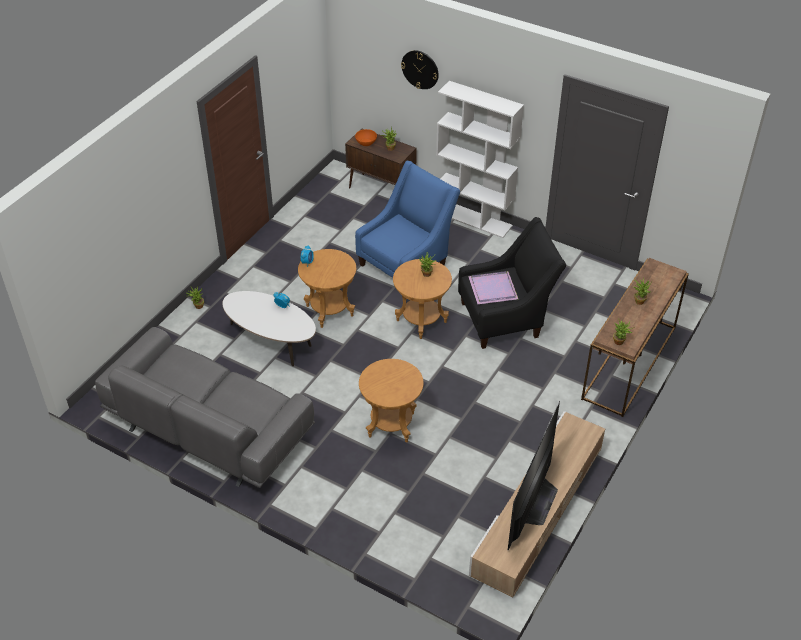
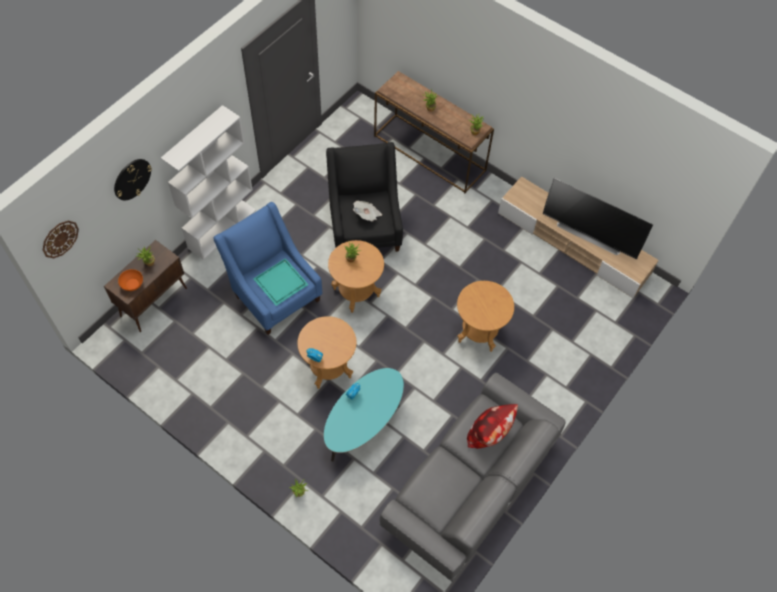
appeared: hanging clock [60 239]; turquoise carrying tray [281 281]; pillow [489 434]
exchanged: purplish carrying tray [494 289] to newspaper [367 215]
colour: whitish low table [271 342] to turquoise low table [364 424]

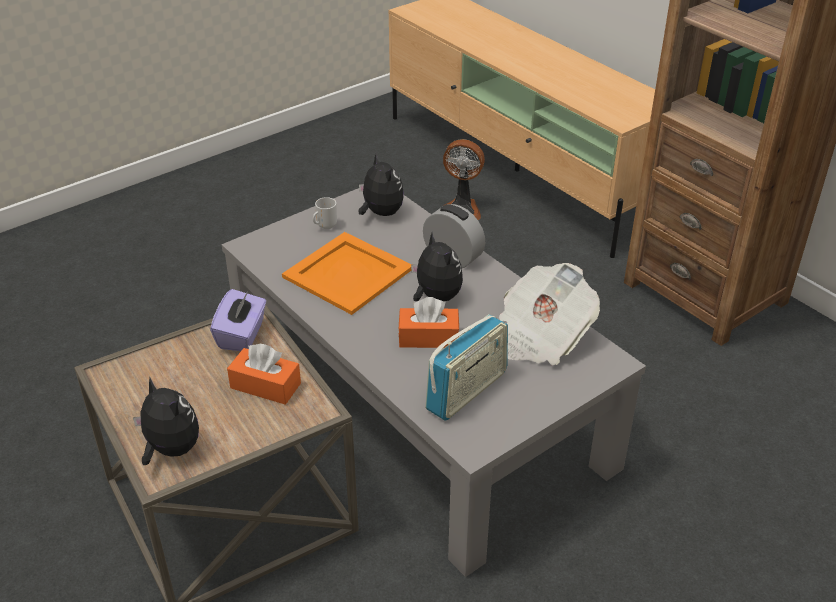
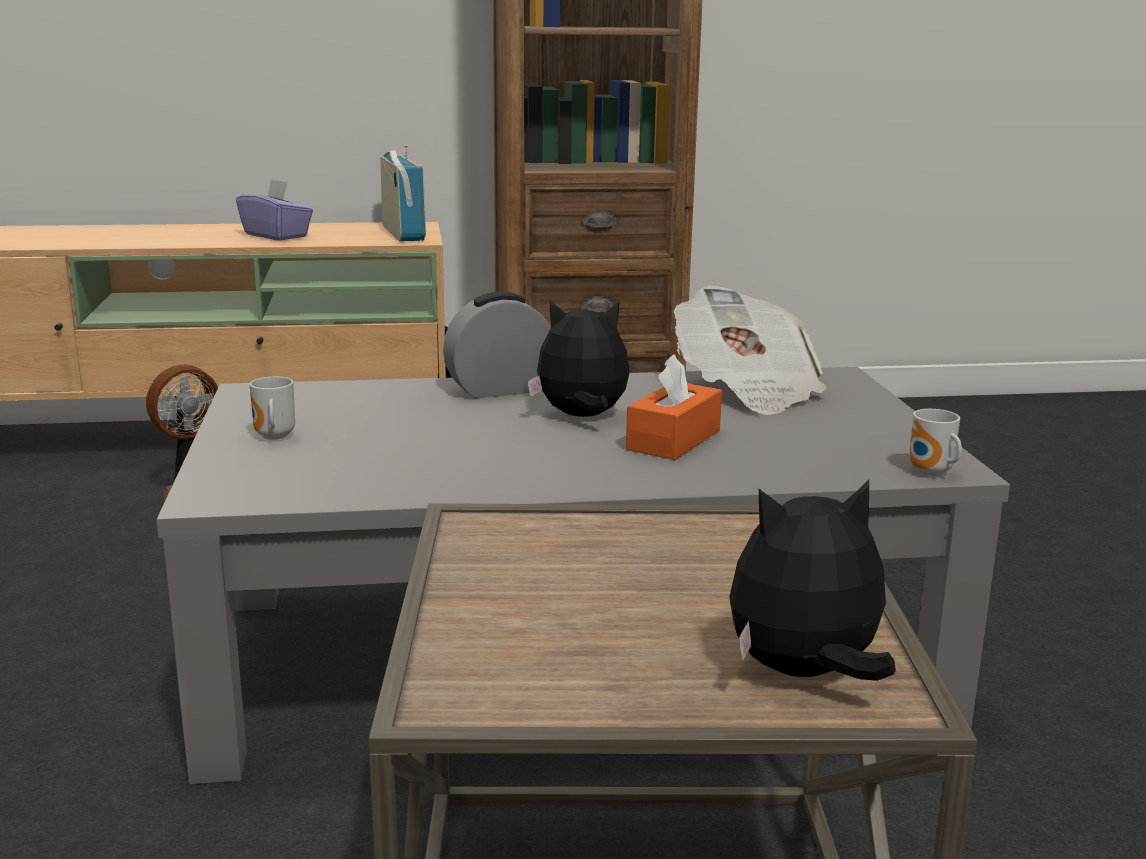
missing: orangey tissue holder [265 386]; orangey carrying tray [348 272]; cuddly toy [380 213]
appeared: coffee mug [931 473]
relocated: purplish tissue holder [242 335] to [276 235]; radio receiver [467 391] to [403 233]

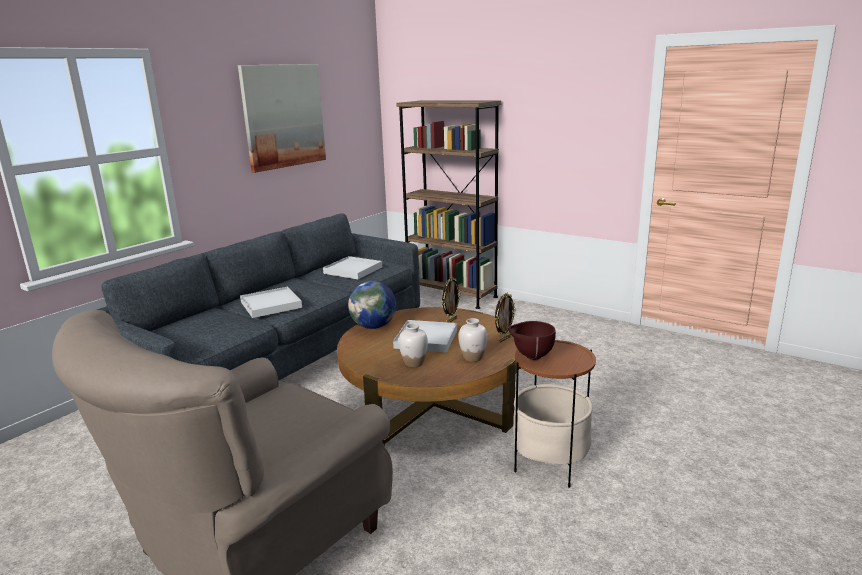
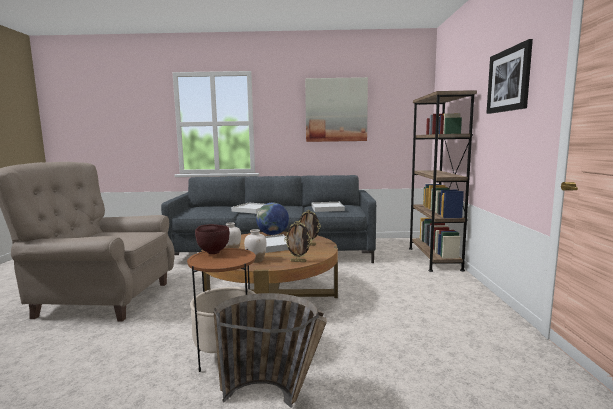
appeared: basket [275 398]; wall picture [509 80]

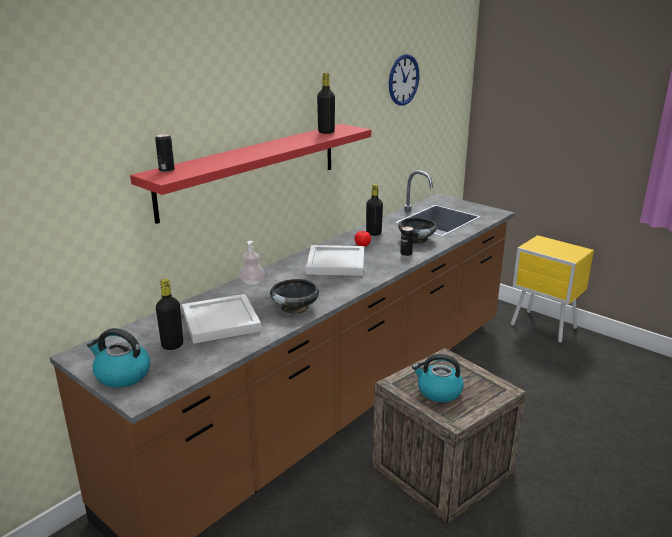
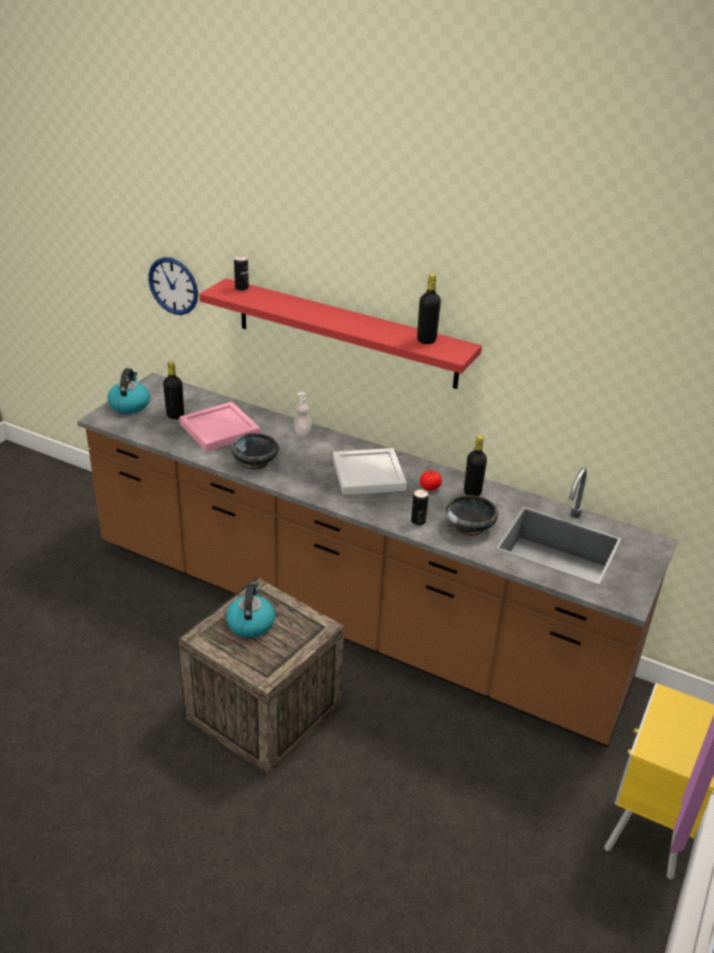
relocated: hanging clock [403 80] to [173 286]
colour: whitish carrying tray [220 322] to pink-coloured carrying tray [218 429]

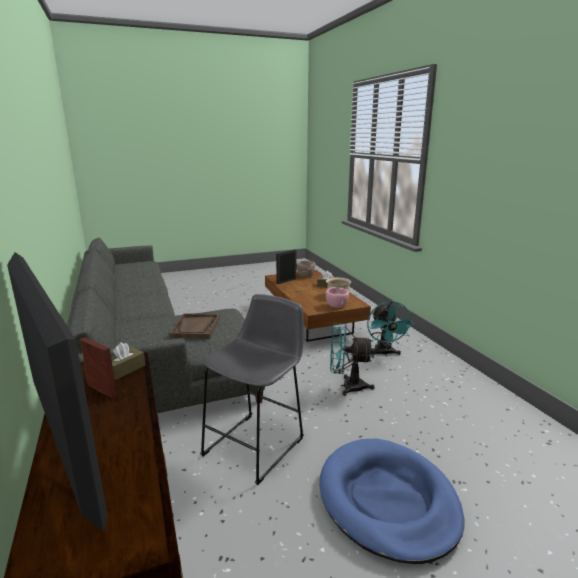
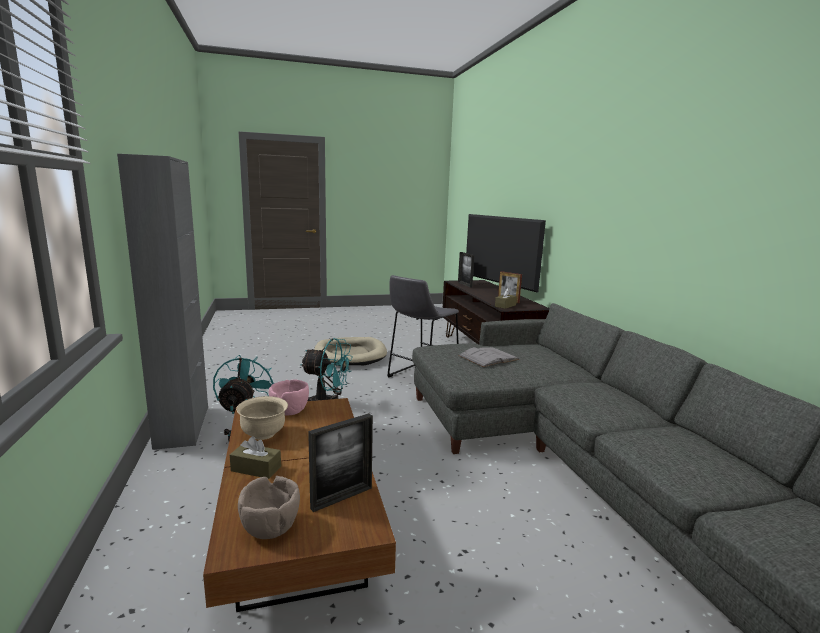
appeared: gray storage cabinet [182 426]; photo frame [464 285]
exchanged: brownish carrying tray [196 327] to gray volume [488 357]
colour: blue-coloured pet bed [387 501] to beige-coloured pet bed [350 355]

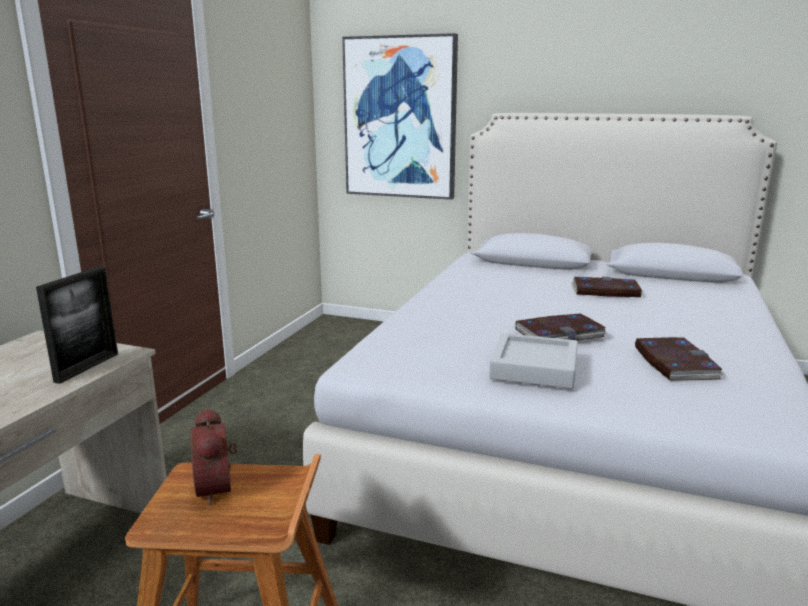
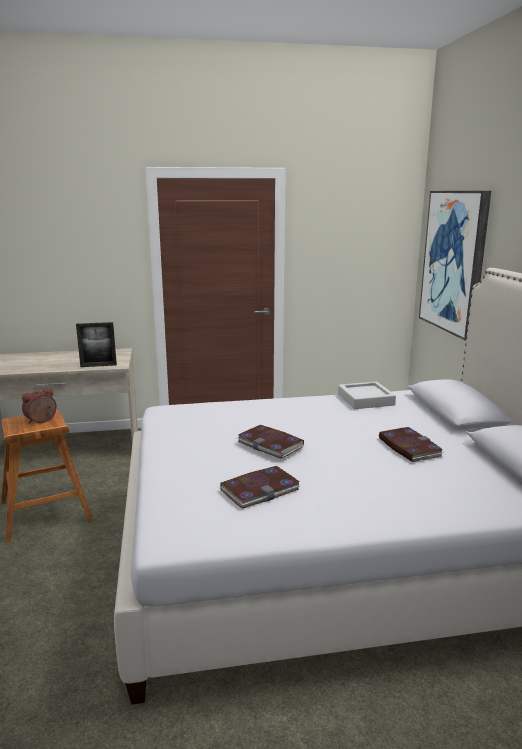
relocated: gray carrying tray [534 368] to [365 399]

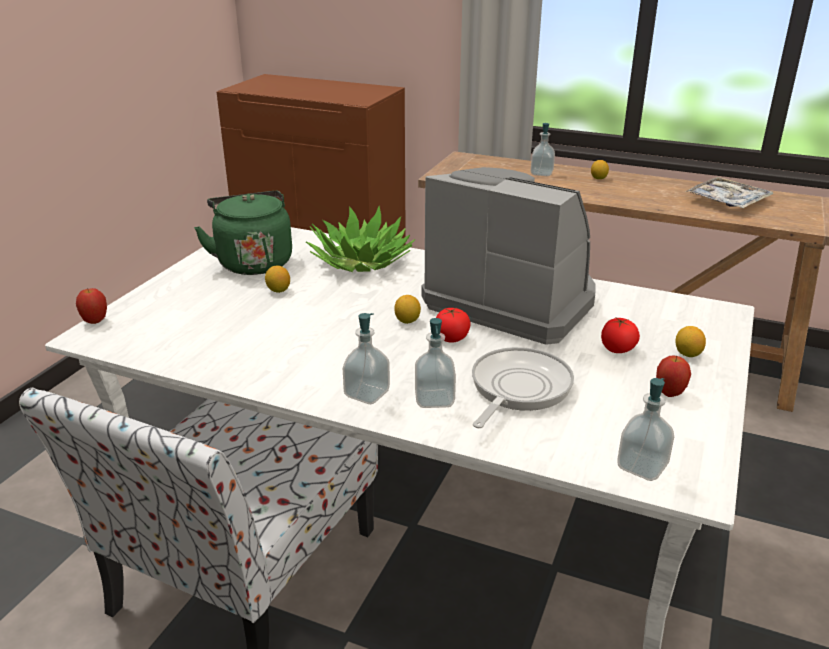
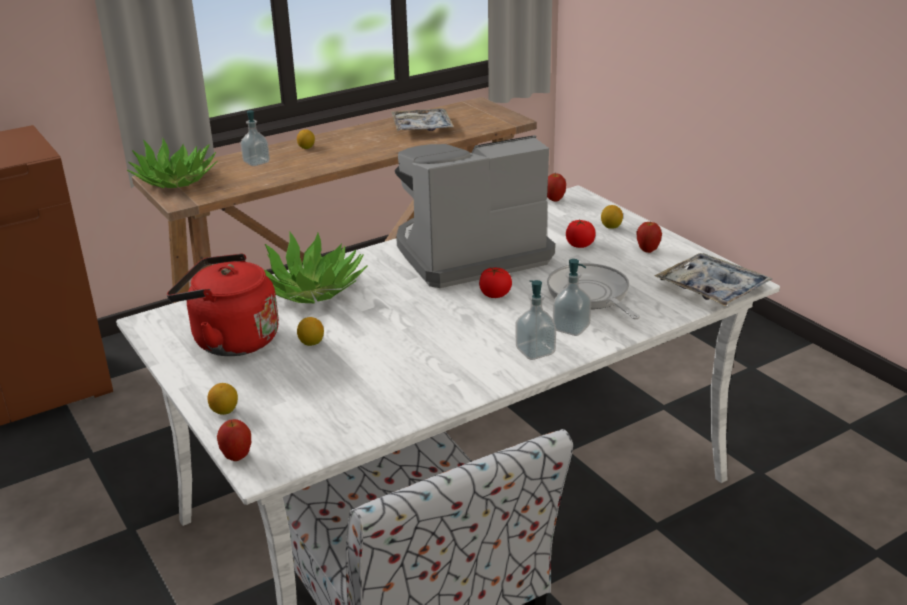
appeared: potted plant [175 180]; apple [554 200]
relocated: lemon [407 321] to [225 411]
exchanged: soap dispenser [642 466] to carrying tray [712 288]
colour: green kettle [253 262] to red kettle [230 340]

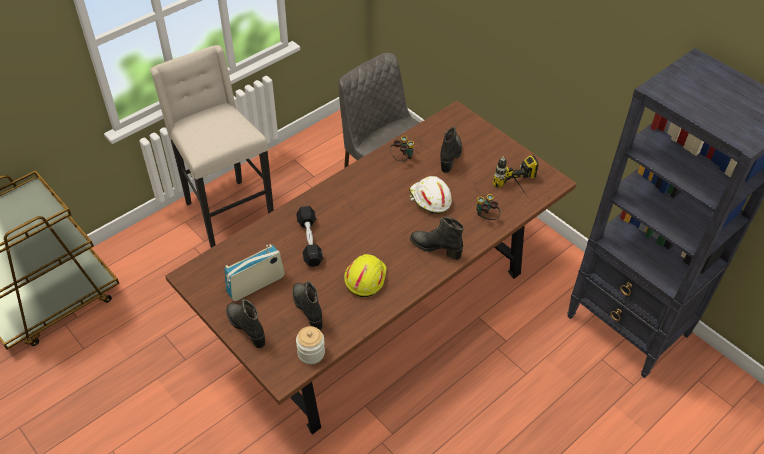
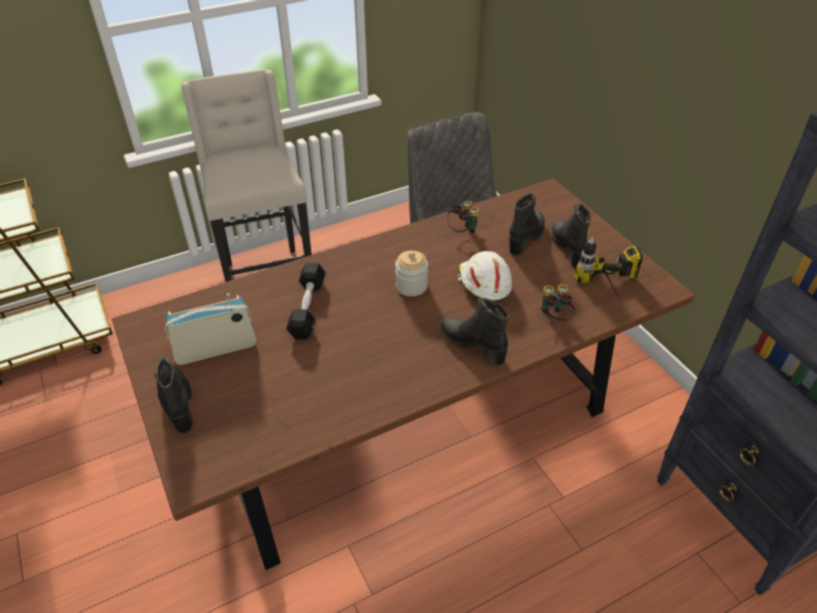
missing: yellowish safety helmet [365 278]
relocated: black tall boot [308 309] to [568 248]; jar [311 353] to [411 286]

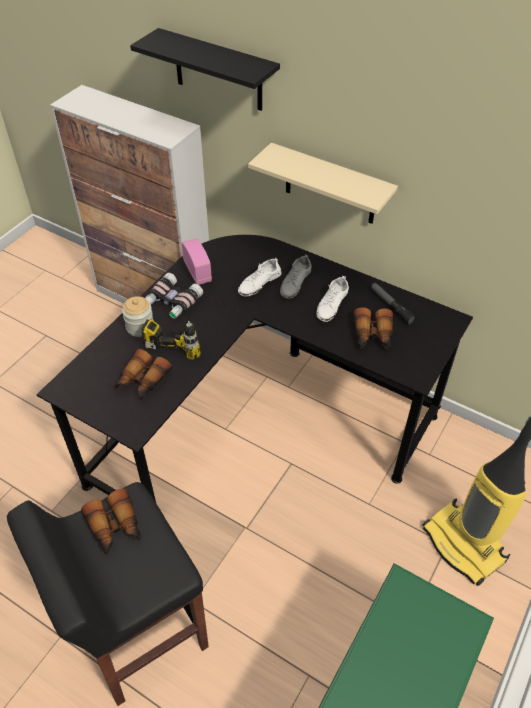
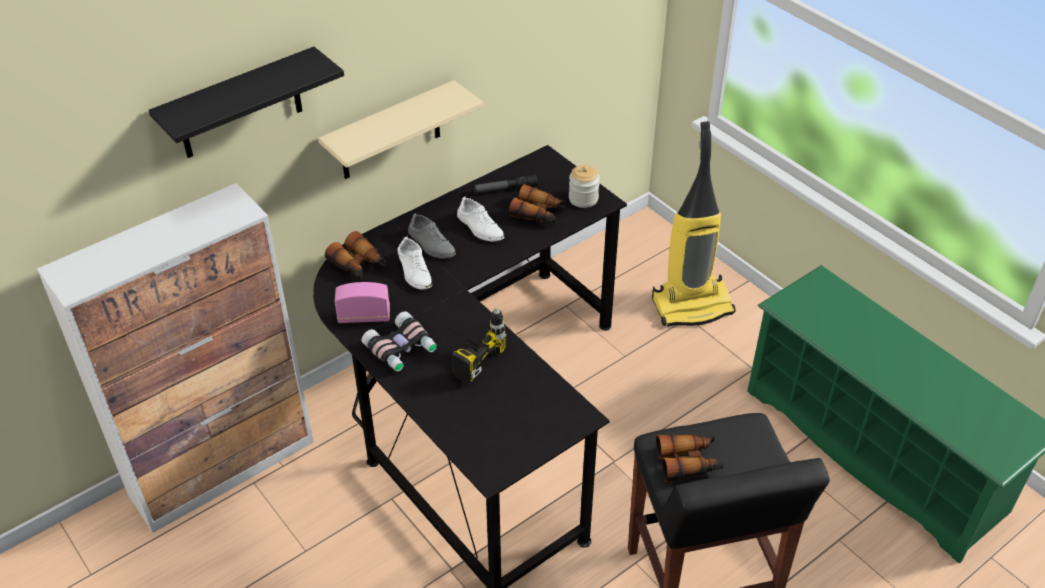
relocated: binoculars [142 382] to [358 265]; jar [140 327] to [583 199]

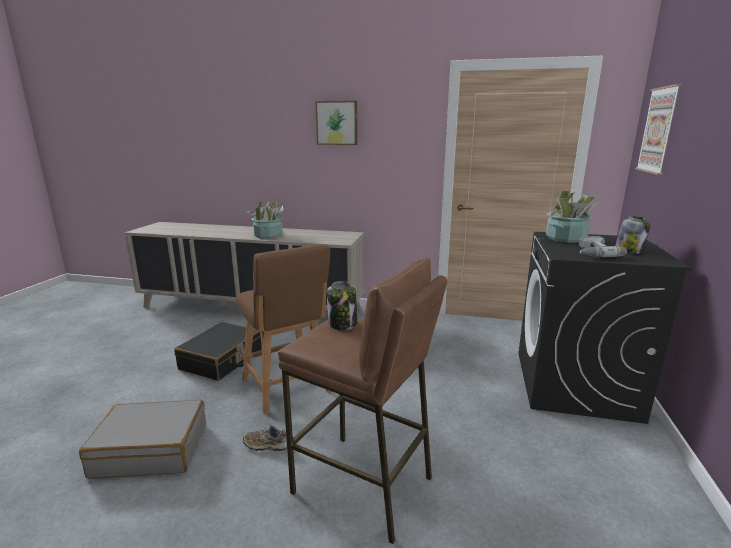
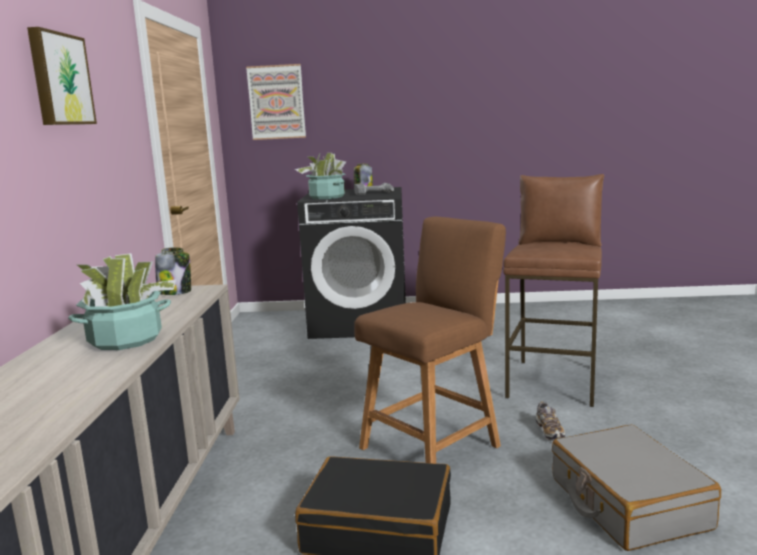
relocated: jar [343 324] to [175 292]

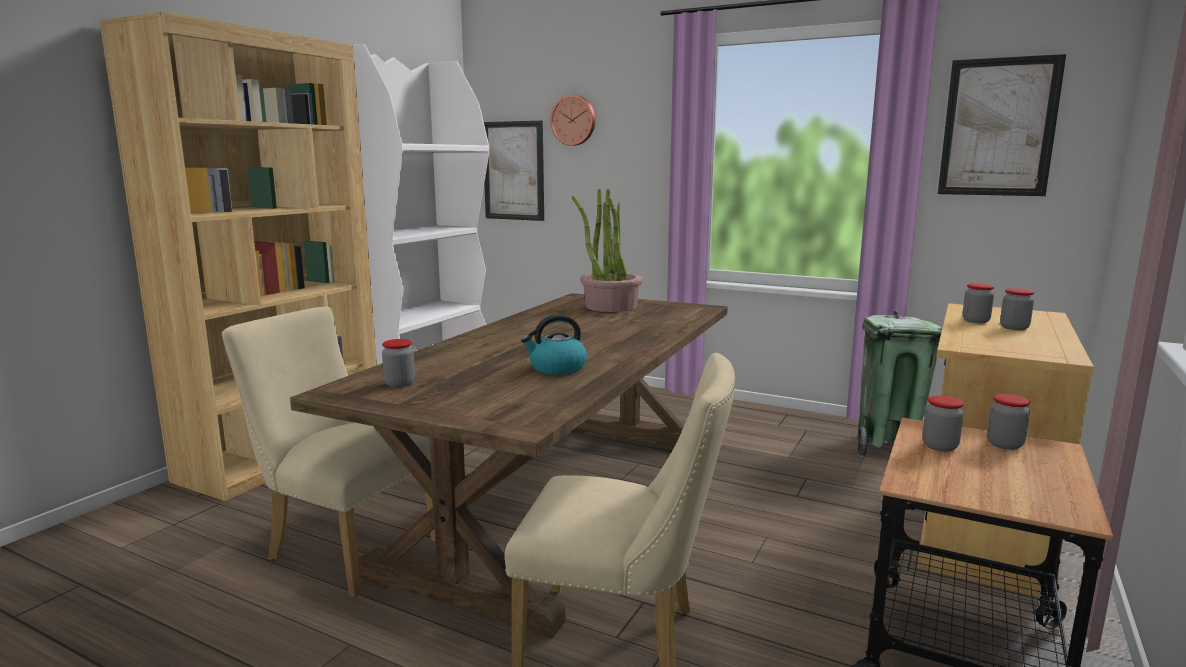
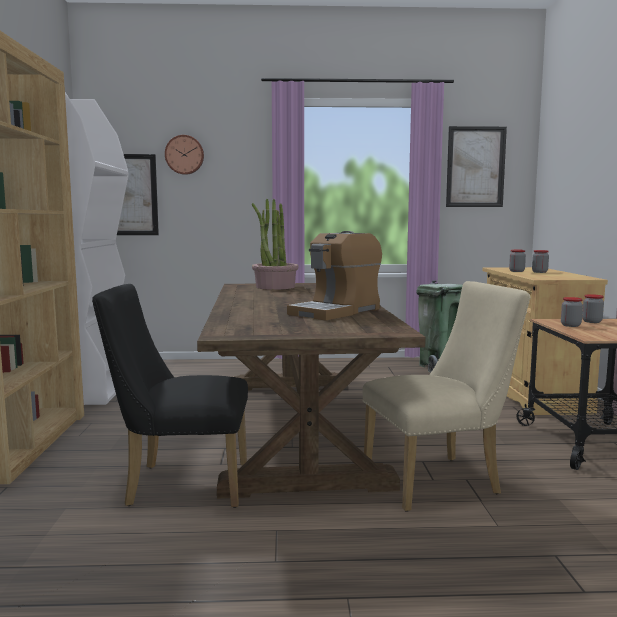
missing: jar [399 384]
exchanged: kettle [557 368] to coffee brewer [336 312]
colour: beige-coloured upright chair [345 548] to black upright chair [179 485]

